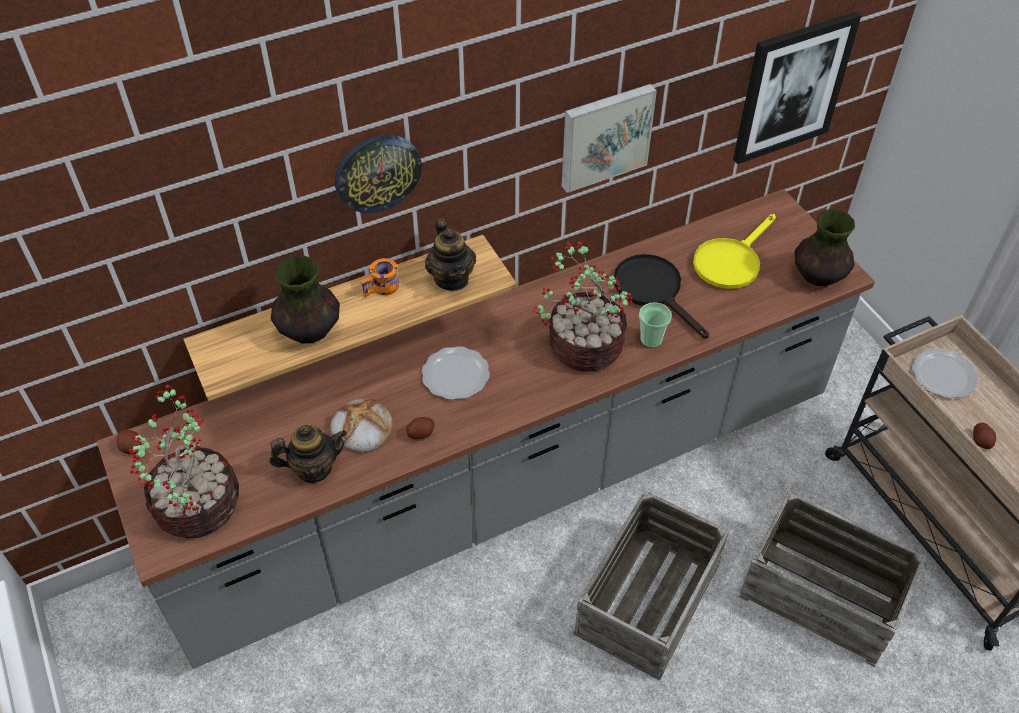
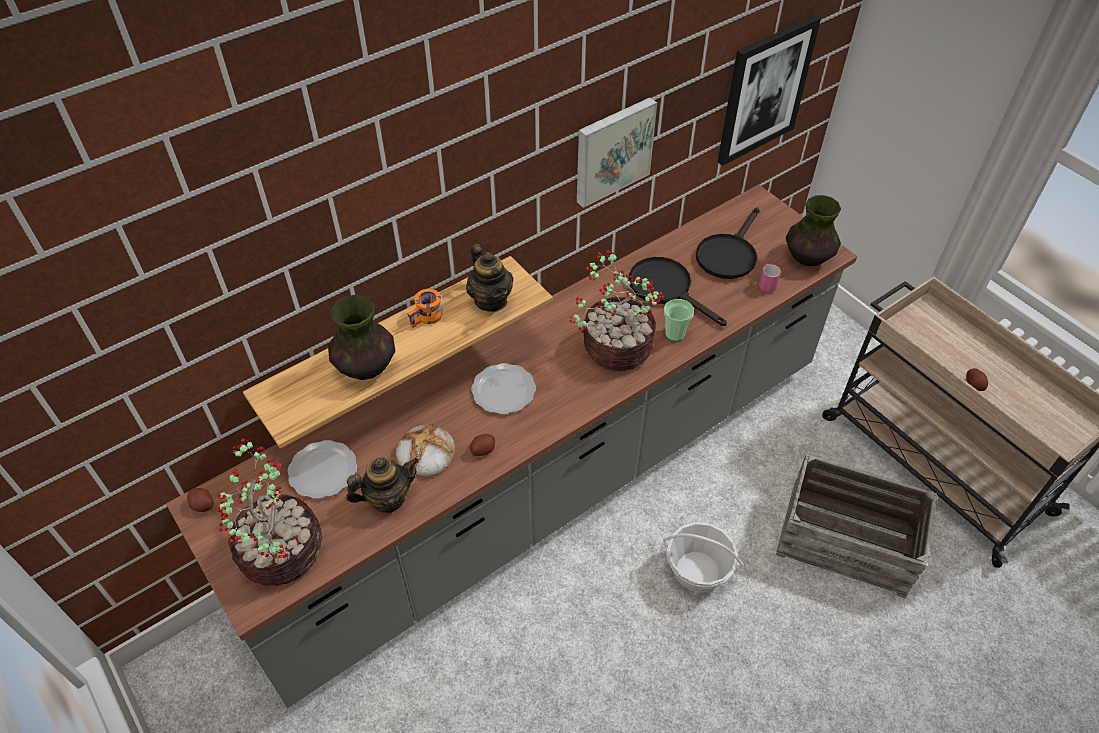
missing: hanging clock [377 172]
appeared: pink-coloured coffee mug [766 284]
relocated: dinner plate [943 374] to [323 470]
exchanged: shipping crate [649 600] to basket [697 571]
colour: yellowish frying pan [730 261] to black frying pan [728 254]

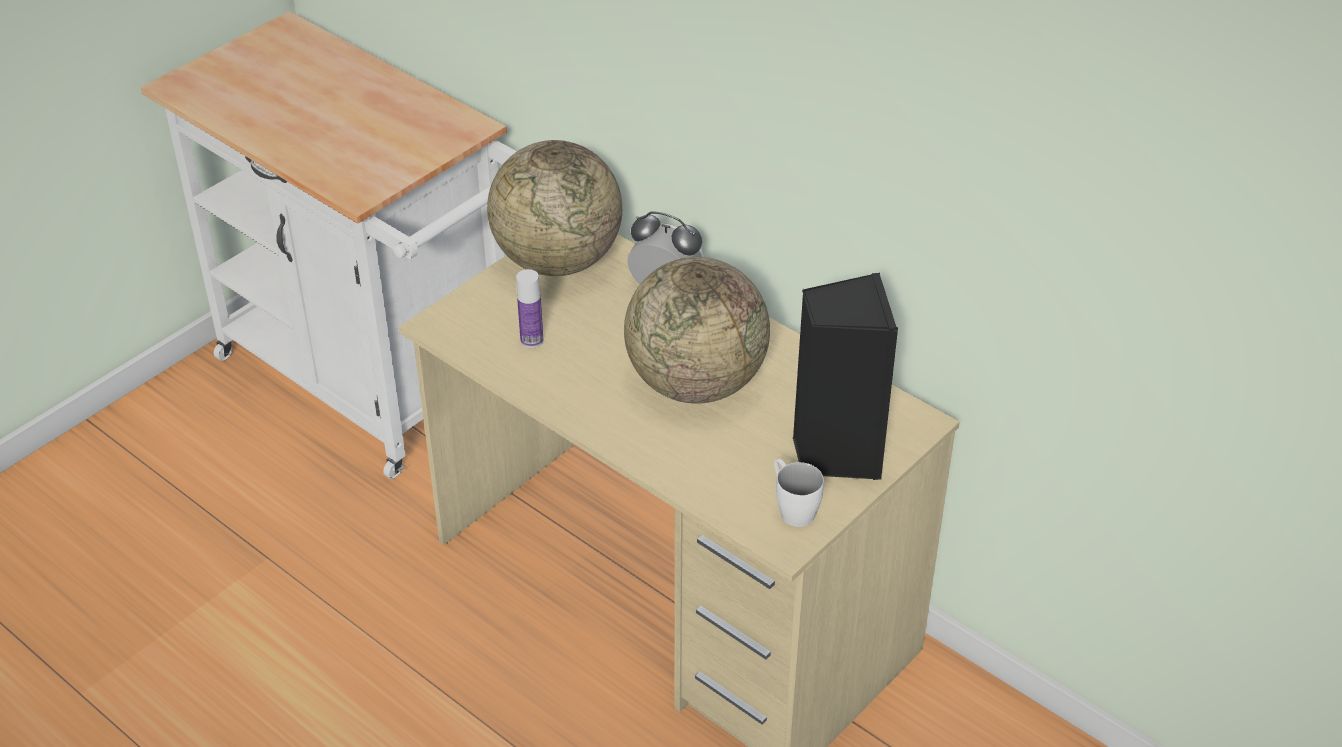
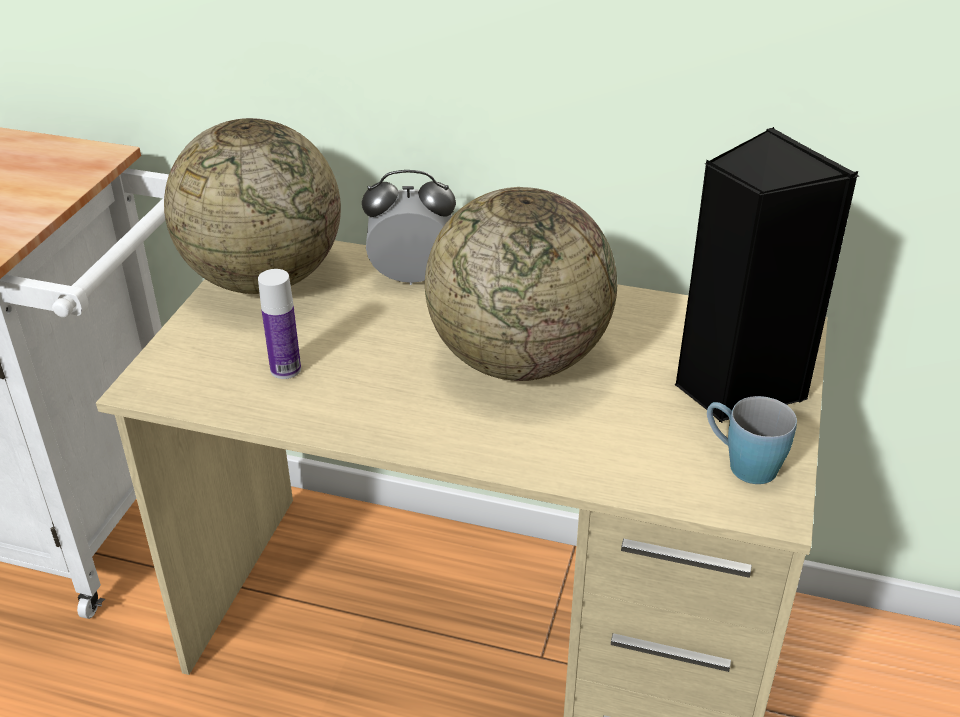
colour: whitish coffee mug [792 508] to blue-coloured coffee mug [741 463]

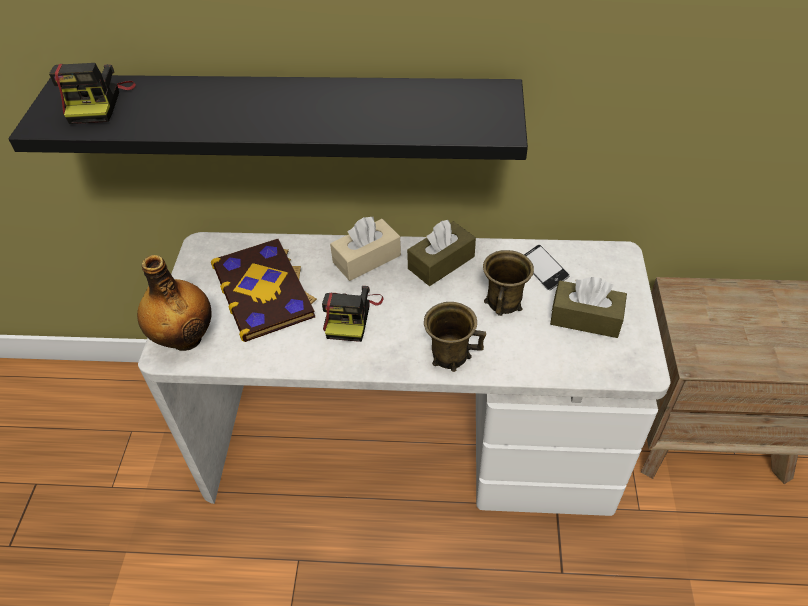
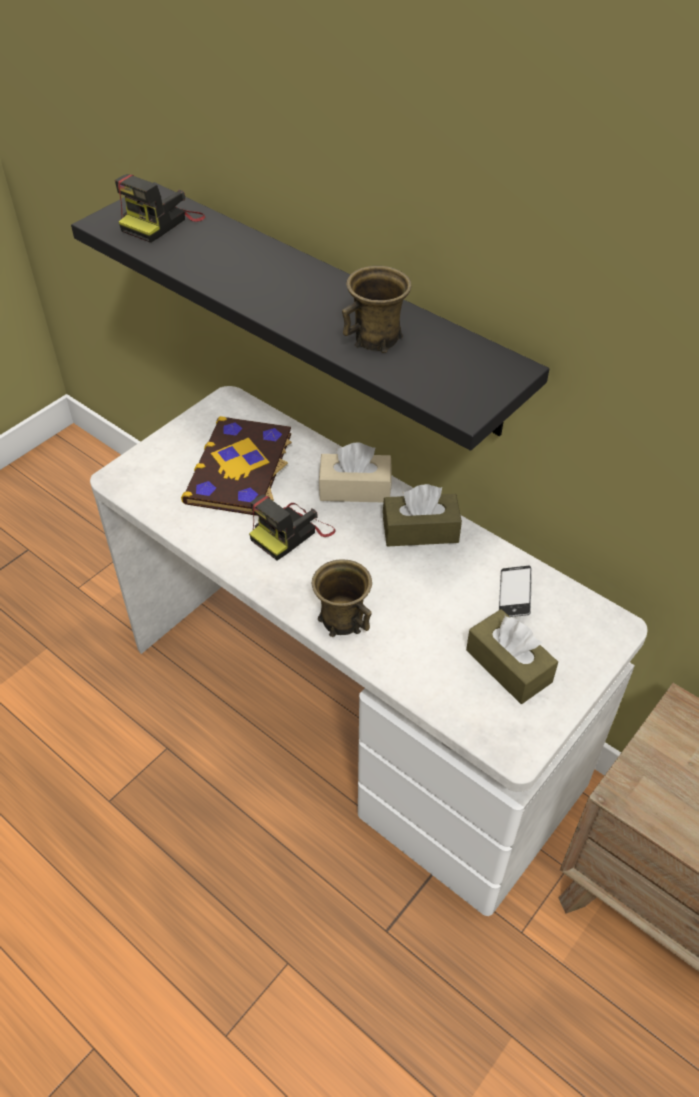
missing: bottle [185 338]
relocated: brownish coffee mug [504 302] to [377 339]

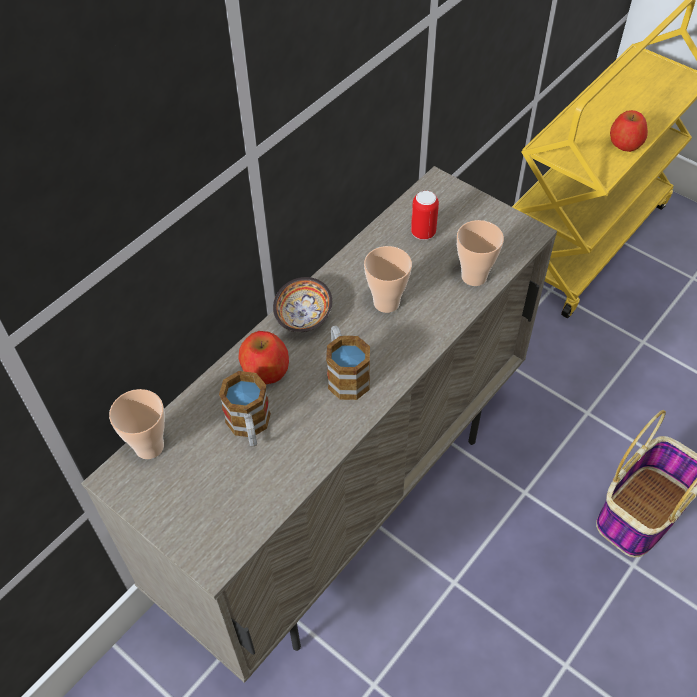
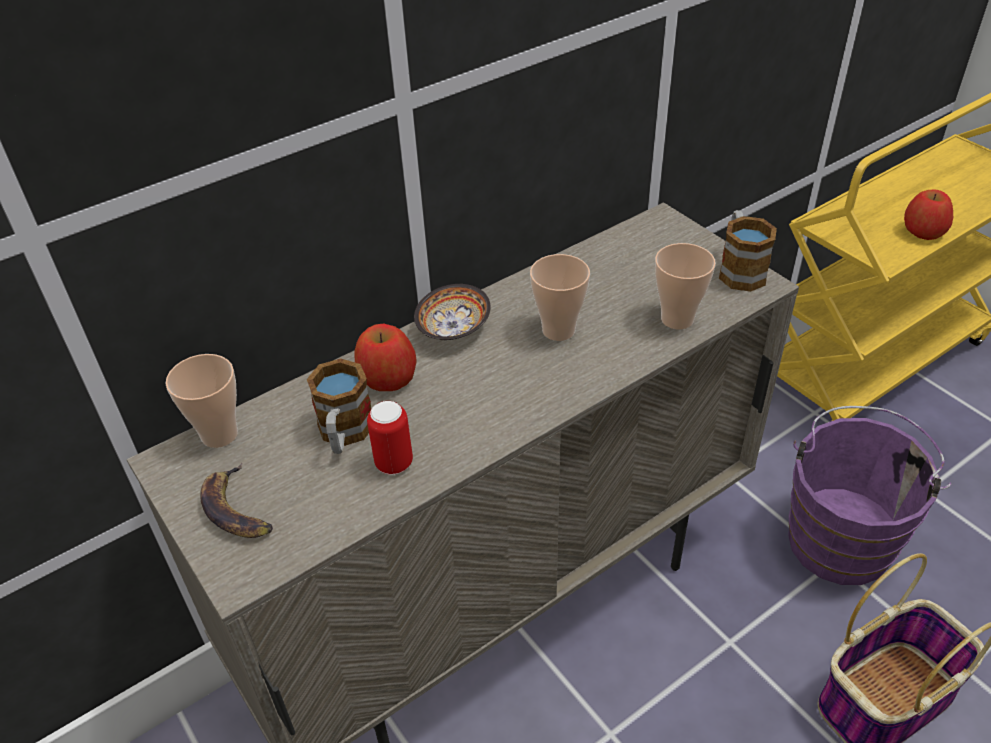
appeared: whole banana [237 509]; purplish pail [842 536]
relocated: coffee mug [345 374] to [739 269]; metal can [423 233] to [394 463]

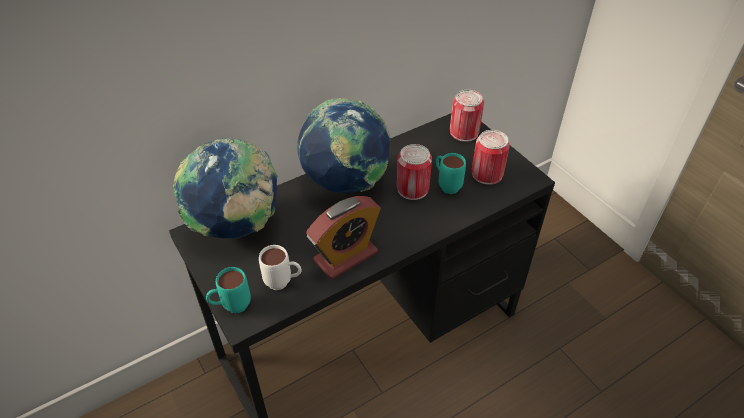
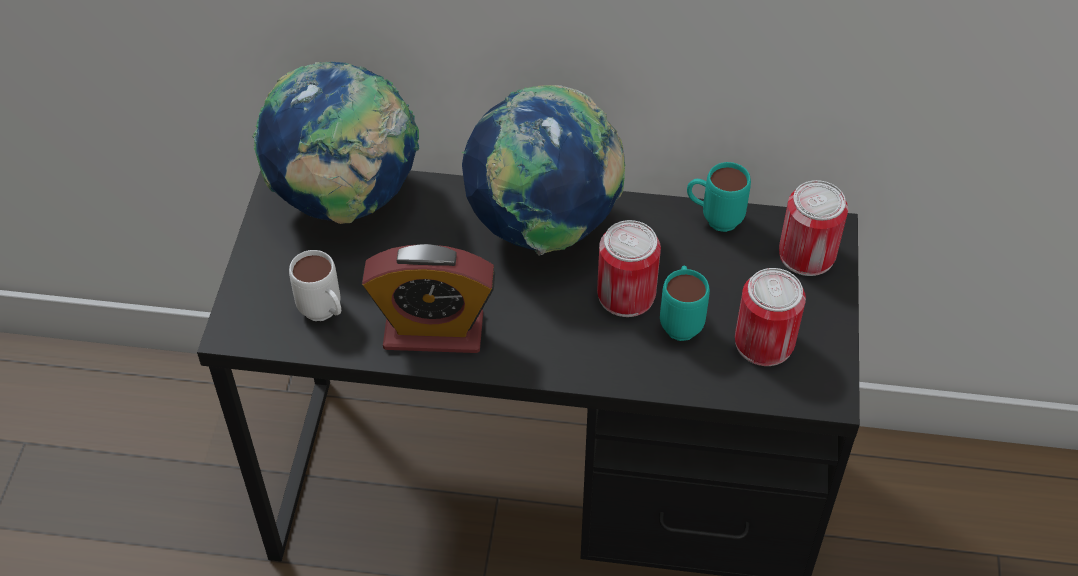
relocated: turquoise coffee mug [231 307] to [713 219]

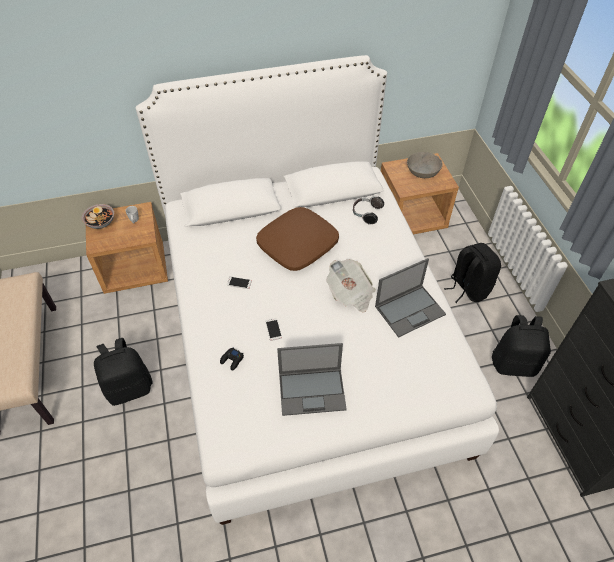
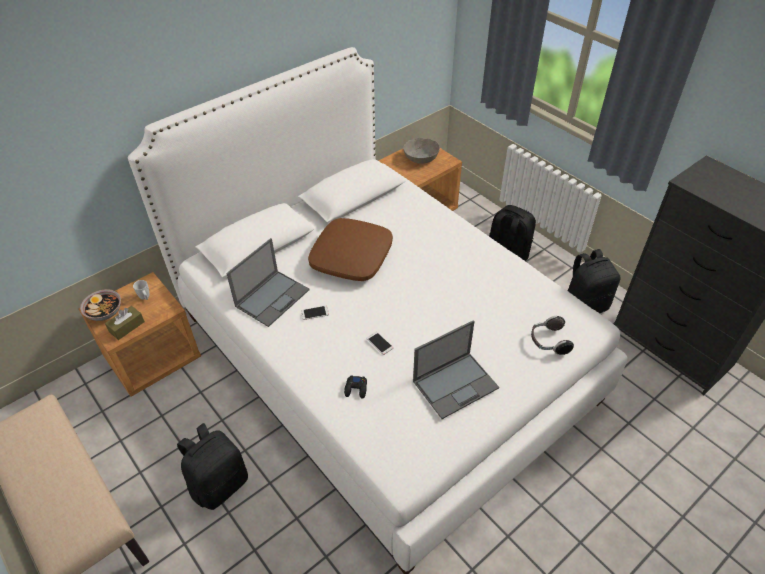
missing: newspaper [350 294]
appeared: brownish tissue holder [127 327]
relocated: pair of headphones [366 214] to [548 342]; portable computer [410 310] to [273 297]

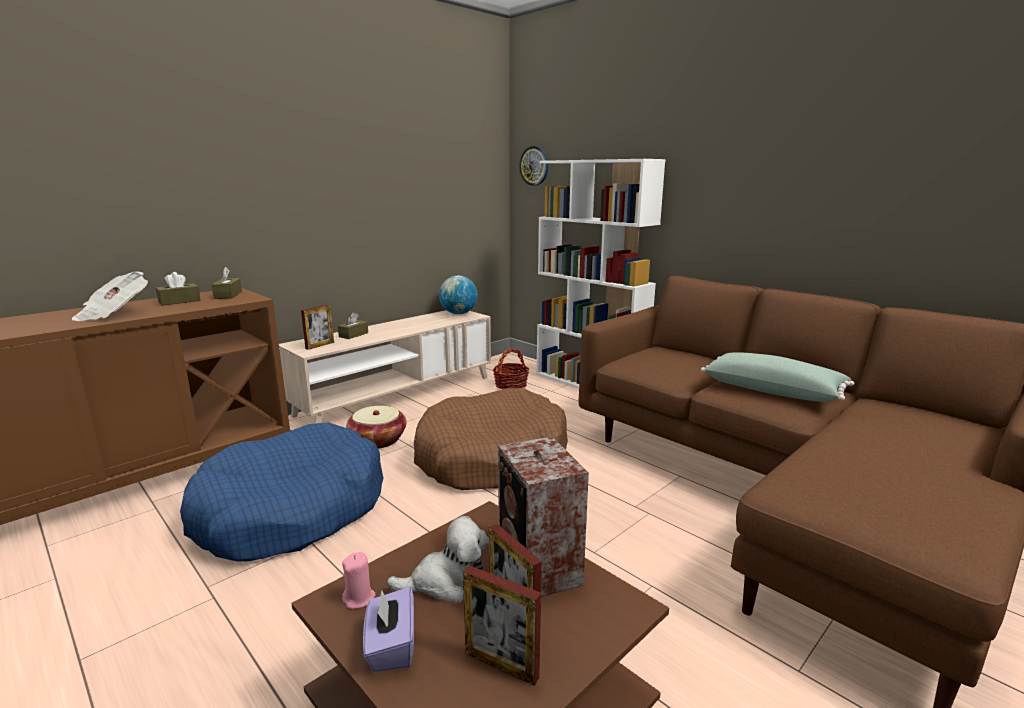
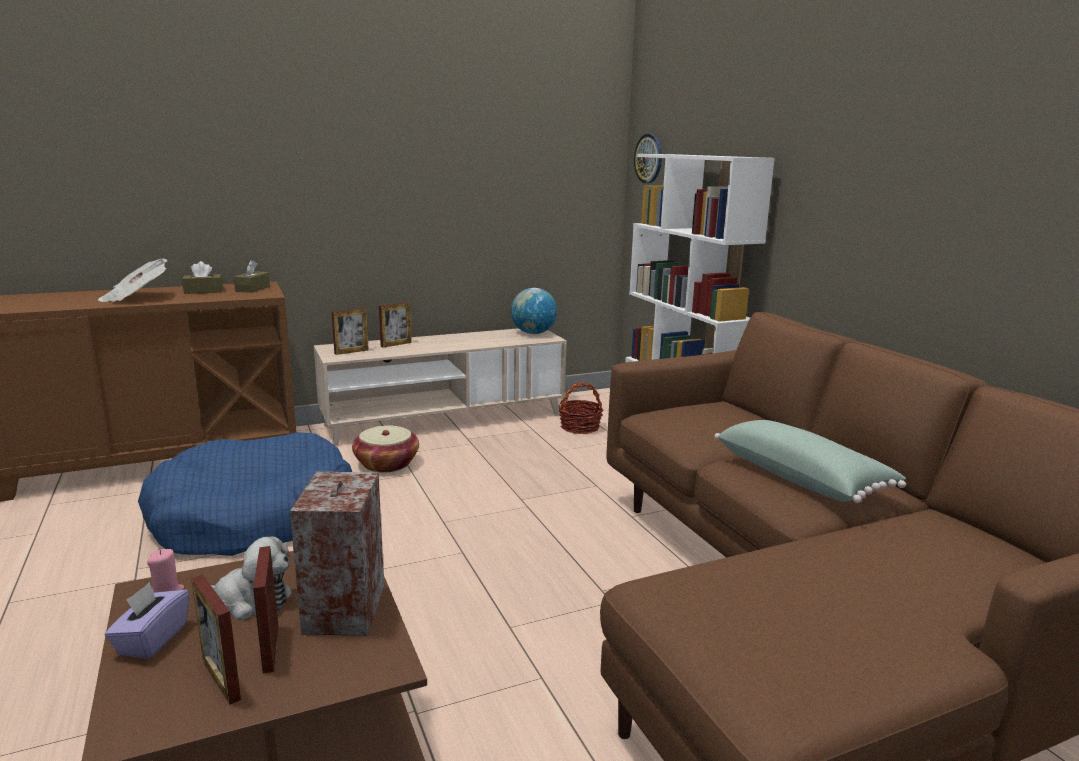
missing: brownish pet bed [491 457]
exchanged: brownish tissue holder [353 335] to photo frame [396 344]

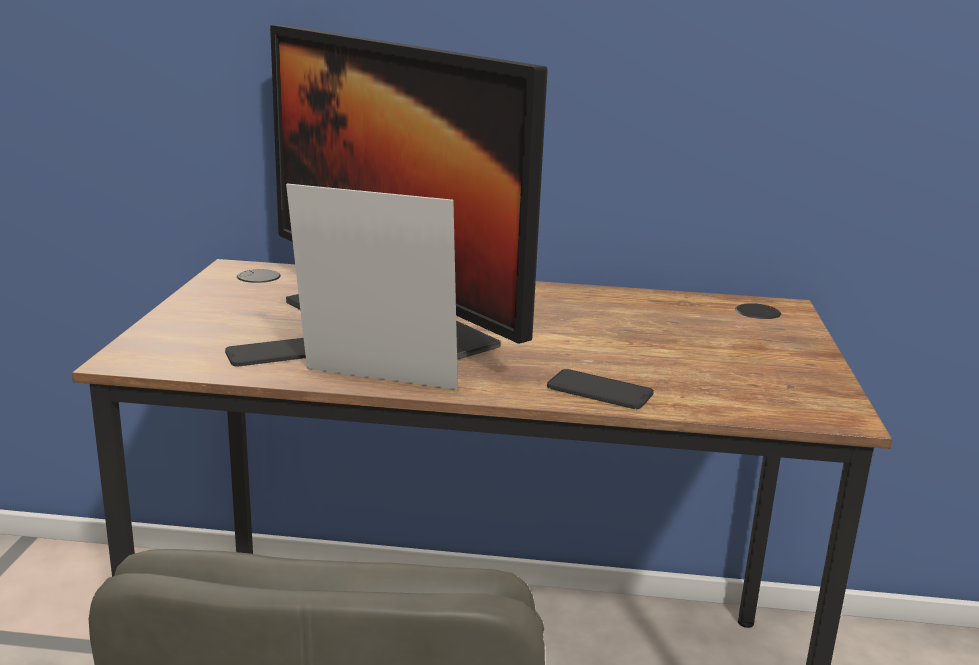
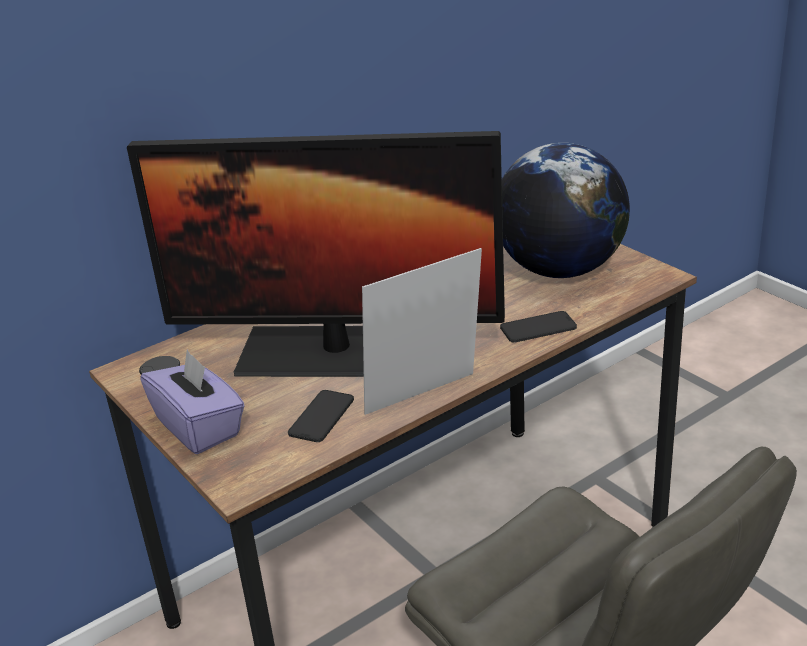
appeared: purplish tissue holder [199 427]; desk globe [559 270]

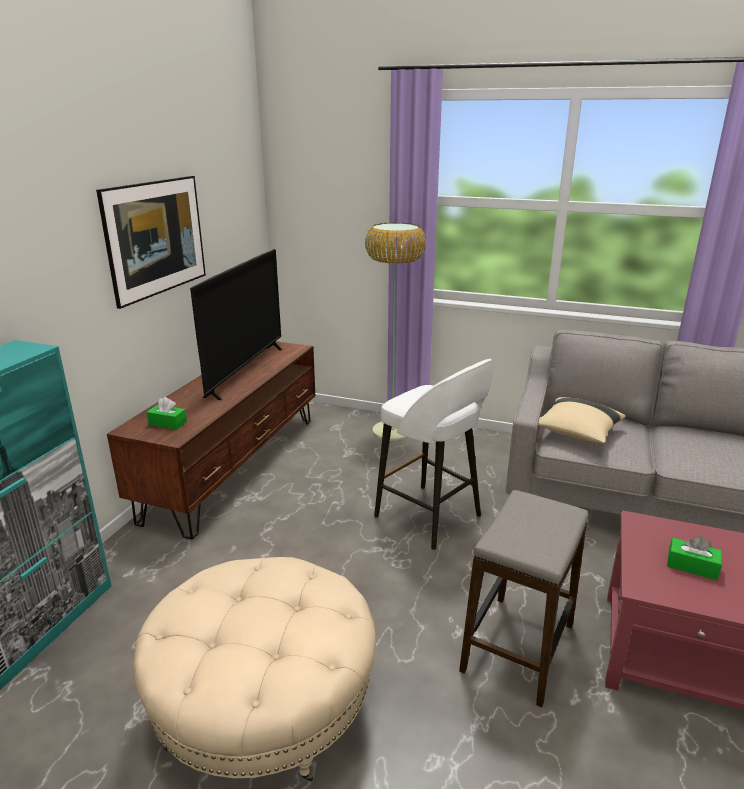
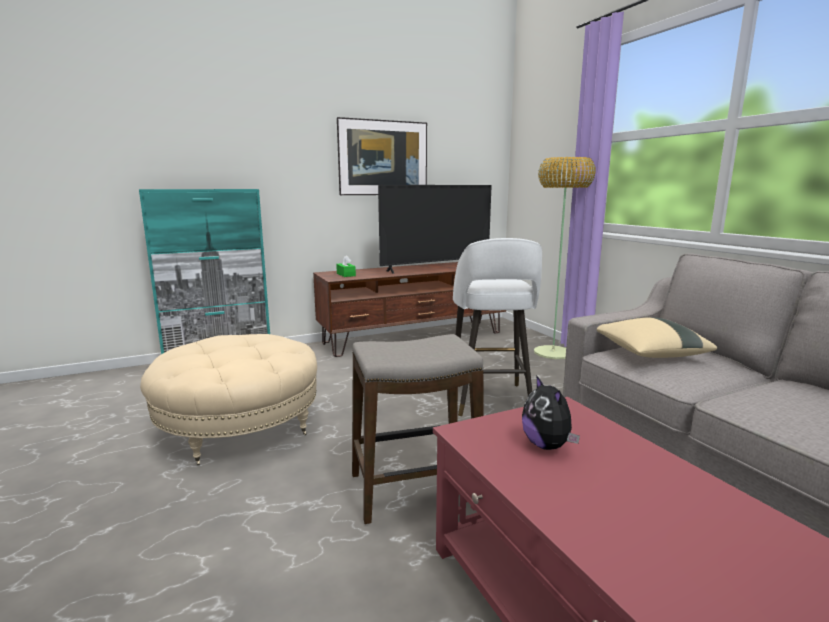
exchanged: green tissue holder [692 566] to cuddly toy [547 445]

